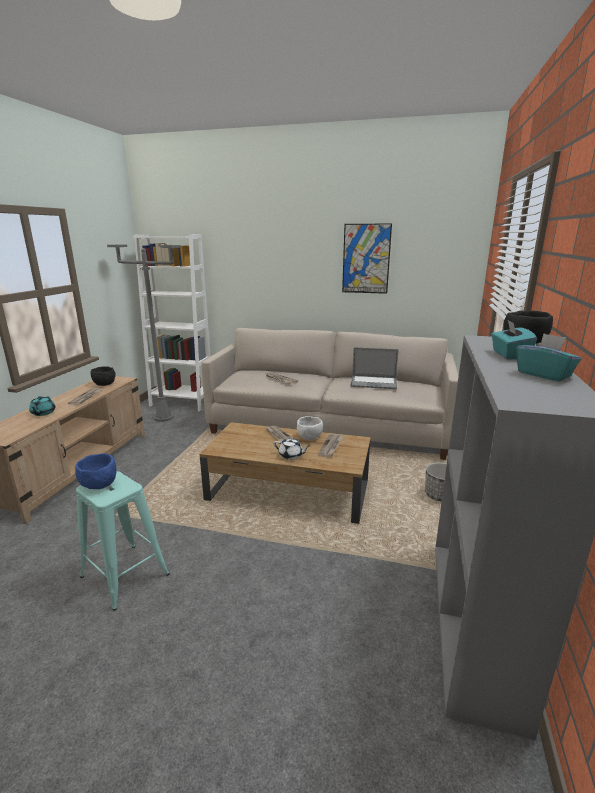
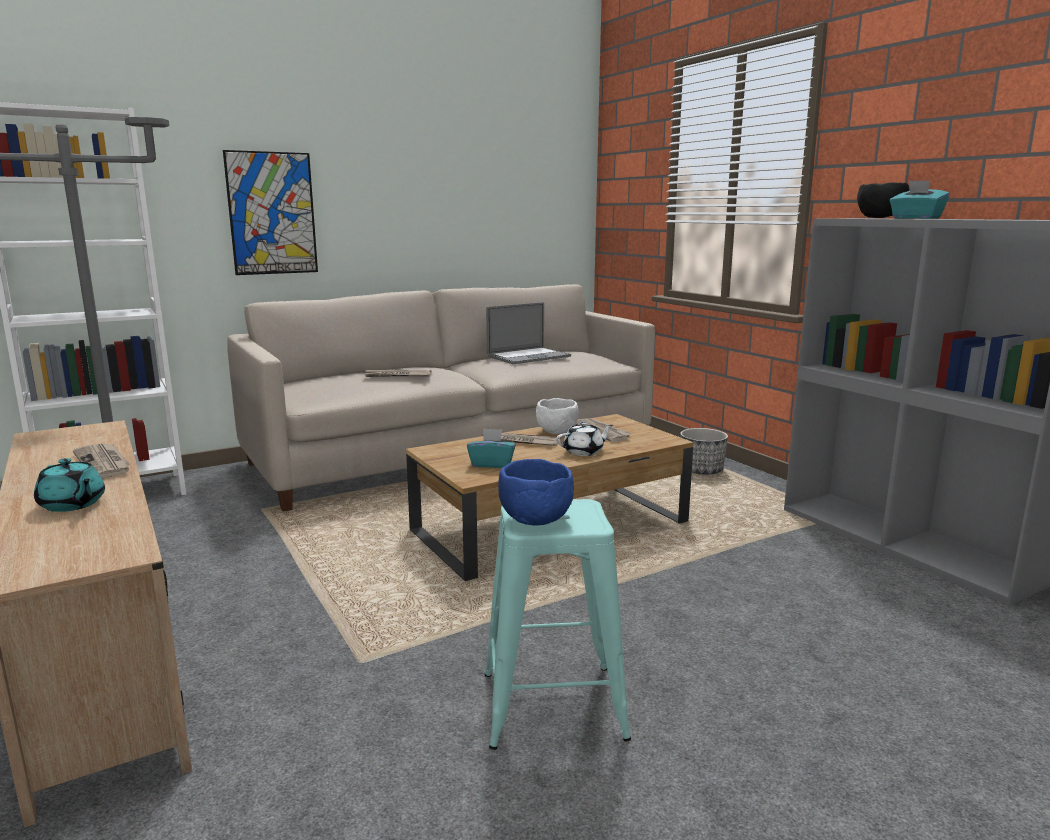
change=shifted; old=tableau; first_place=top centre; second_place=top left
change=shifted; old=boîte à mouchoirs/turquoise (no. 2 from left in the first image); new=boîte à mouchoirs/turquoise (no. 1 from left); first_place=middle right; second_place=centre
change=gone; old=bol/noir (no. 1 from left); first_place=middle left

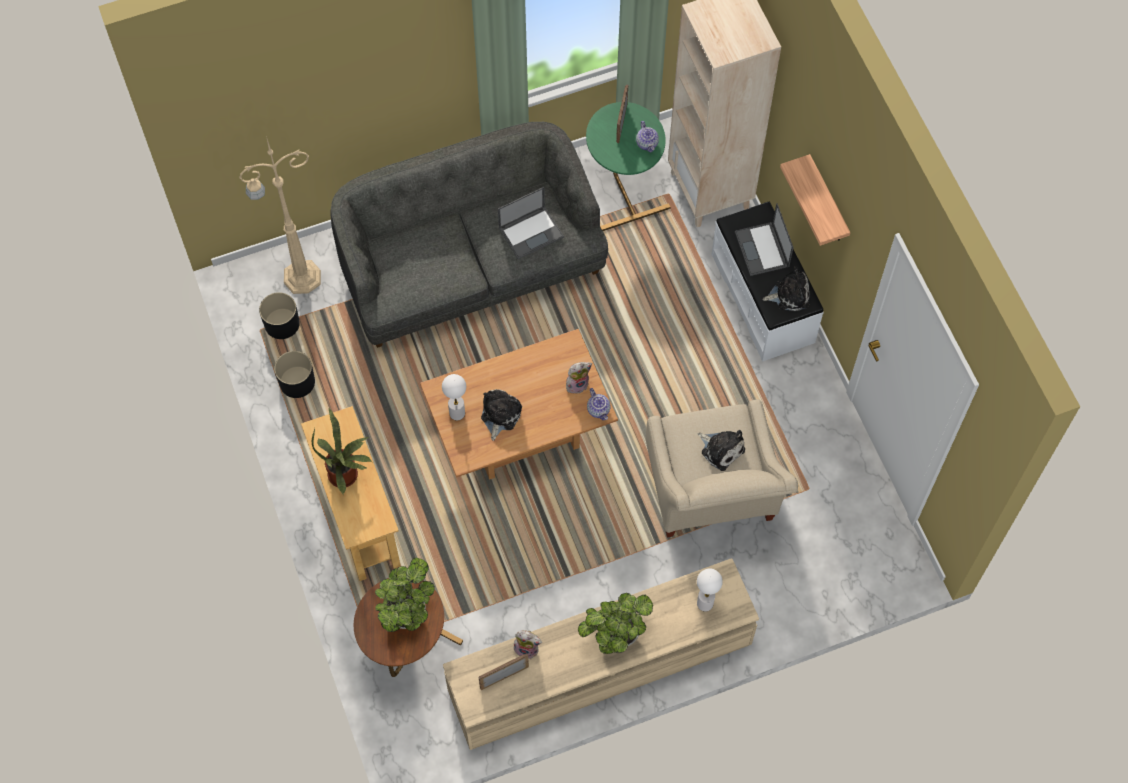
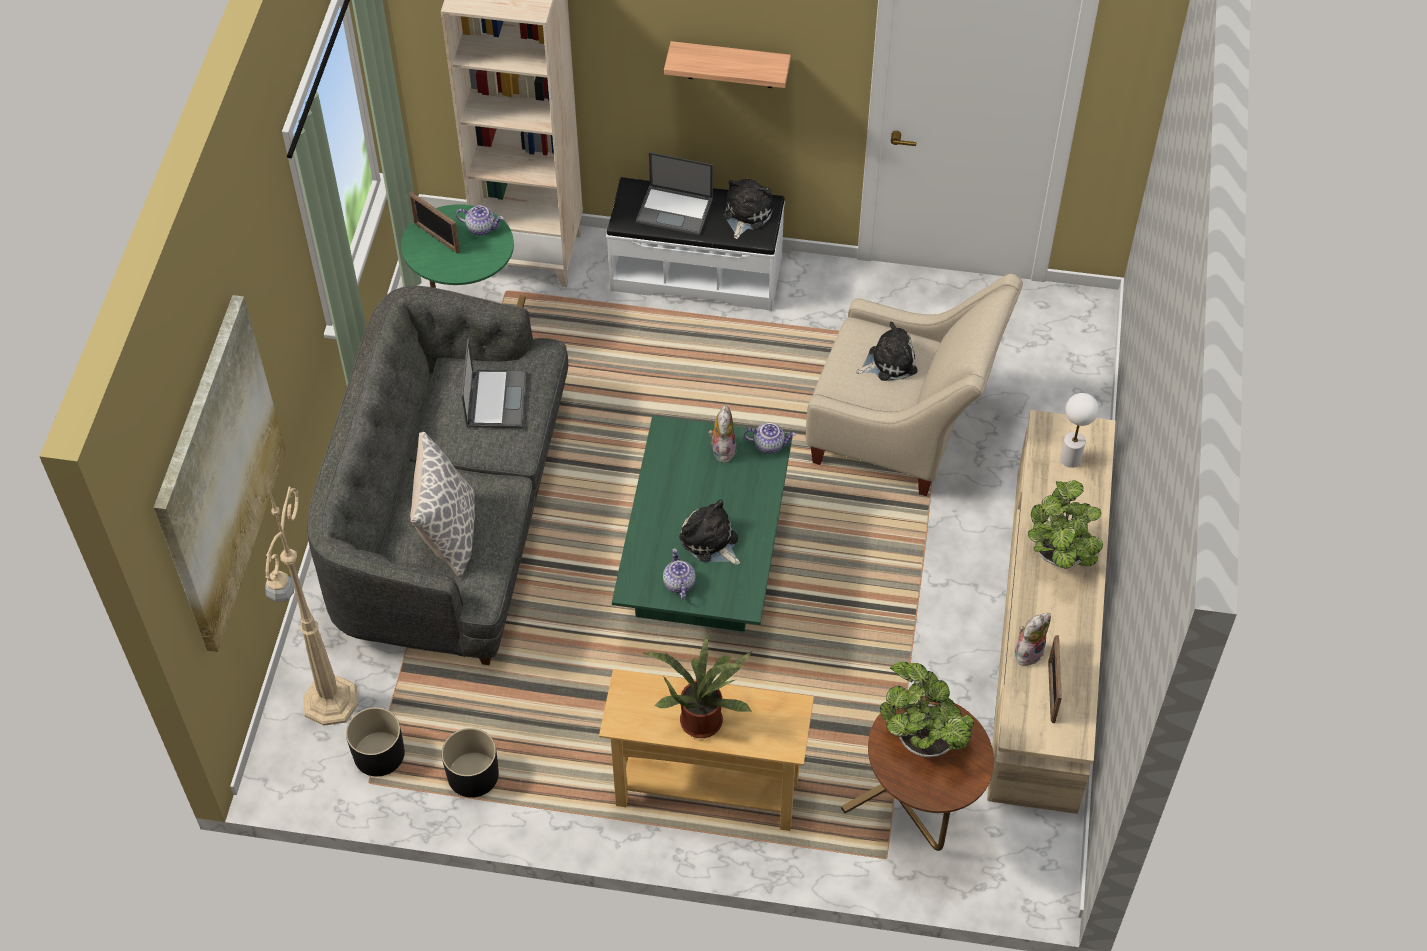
change=new; new=tableau; second_place=middle left
change=new; new=coussin; second_place=middle left
change=repainted; old=table basse/marron; new=table basse/vert; first_place=centre; second_place=centre
change=swapped; old=lampe de table/blanc (no. 1 from left); new=théière (no. 2 from left); first_place=centre; second_place=centre

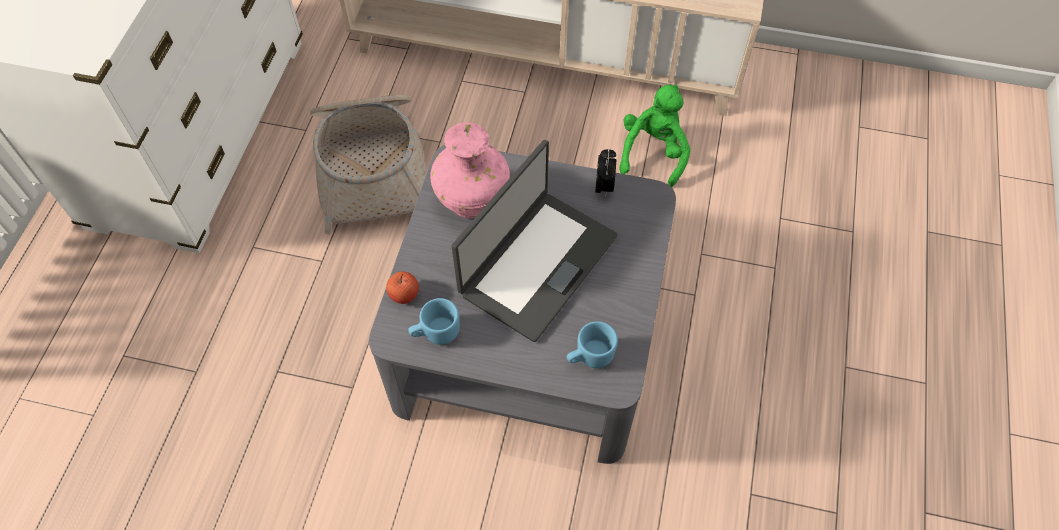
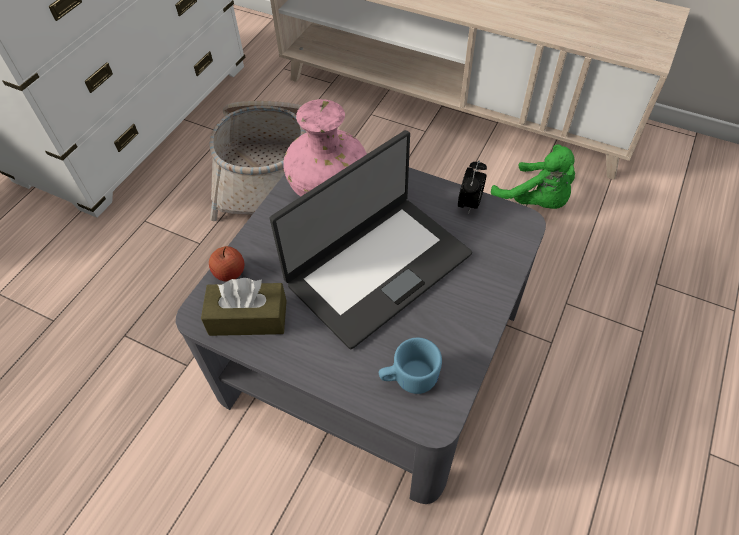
change=swapped; old=mug/bleu (no. 1 from left); new=boîte à mouchoirs/marron; first_place=centre; second_place=middle left
change=rotated; old=peluche/vert; first_place=top centre; second_place=top right; degrees=105

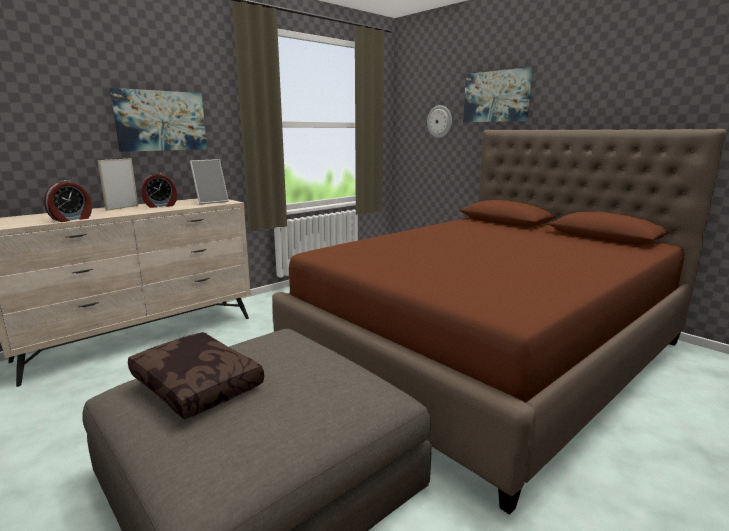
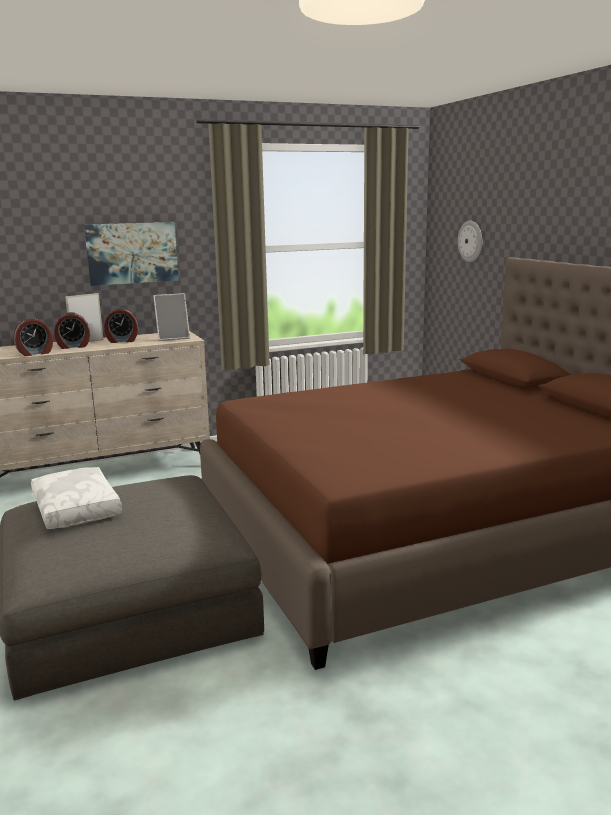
change=repainted; old=coussin/marron; new=coussin/blanc; first_place=bottom left; second_place=middle left
change=new; new=réveil (no. 2 from left); second_place=middle left
change=gone; old=tableau (no. 2 from left); first_place=top right

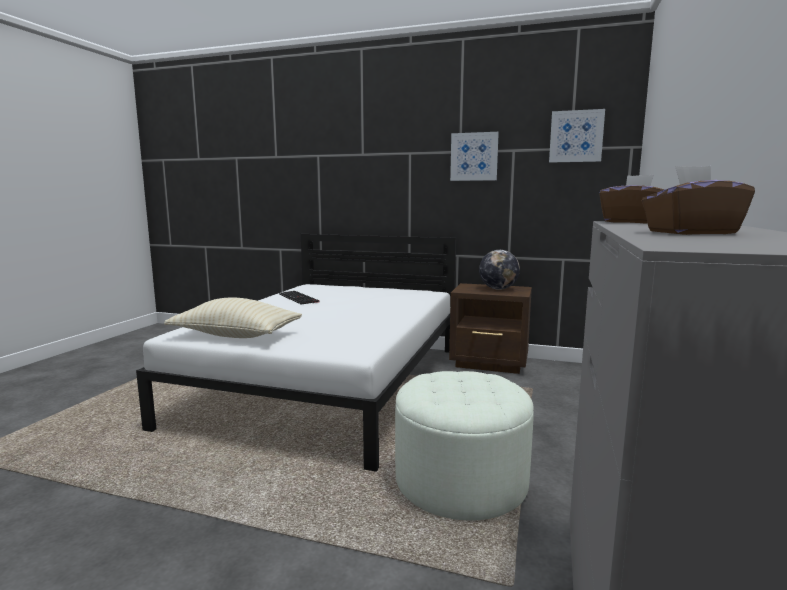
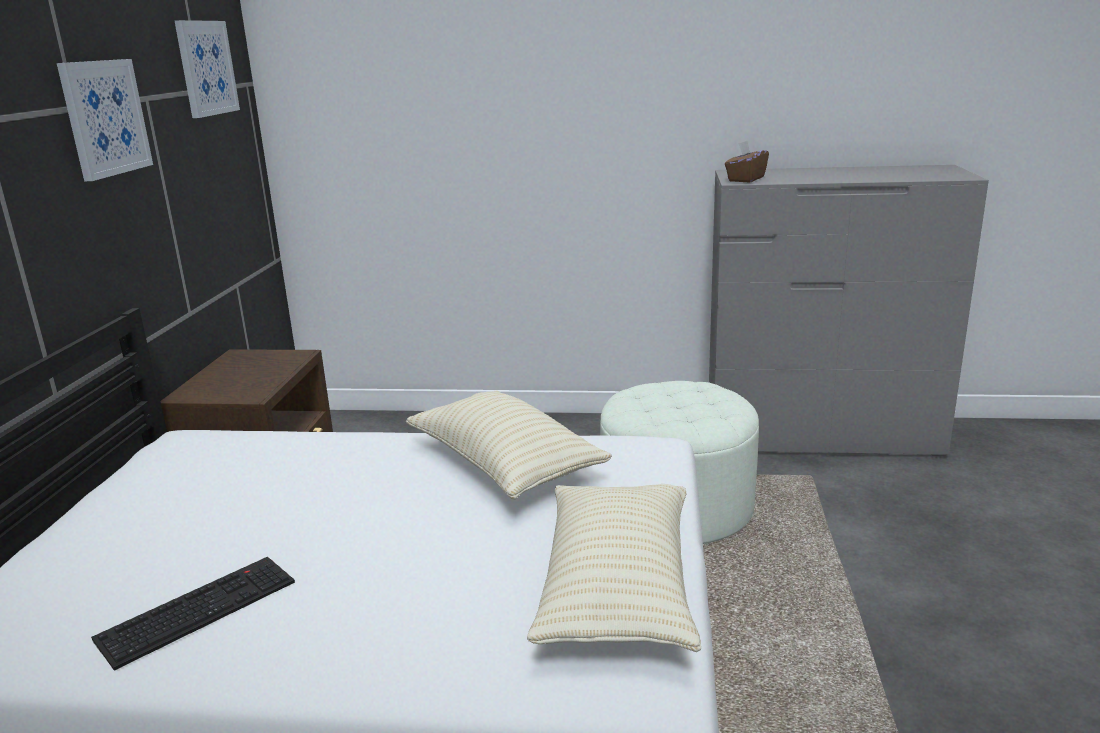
change=new; new=coussin/beige (no. 1 from left); second_place=centre
change=gone; old=globe; first_place=centre
change=gone; old=boîte à mouchoirs/marron (no. 2 from left); first_place=middle right

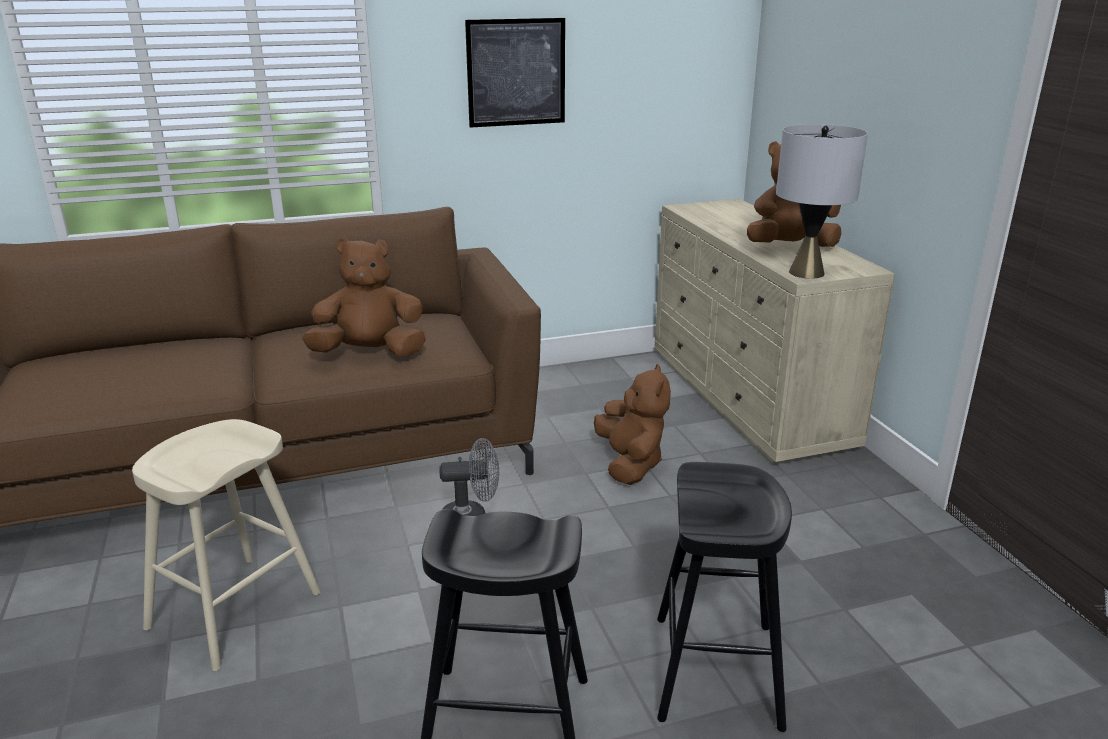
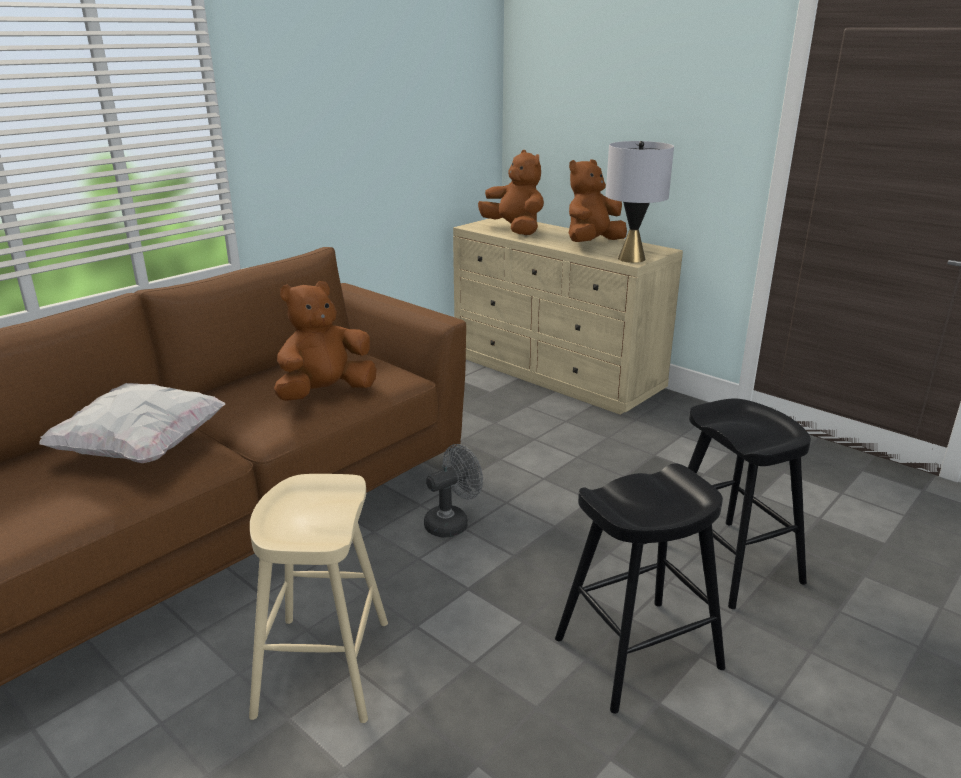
change=new; new=coussin/blanc; second_place=middle left
change=shifted; old=peluche/marron (no. 2 from left); first_place=centre; second_place=top centre
change=gone; old=tableau; first_place=top centre

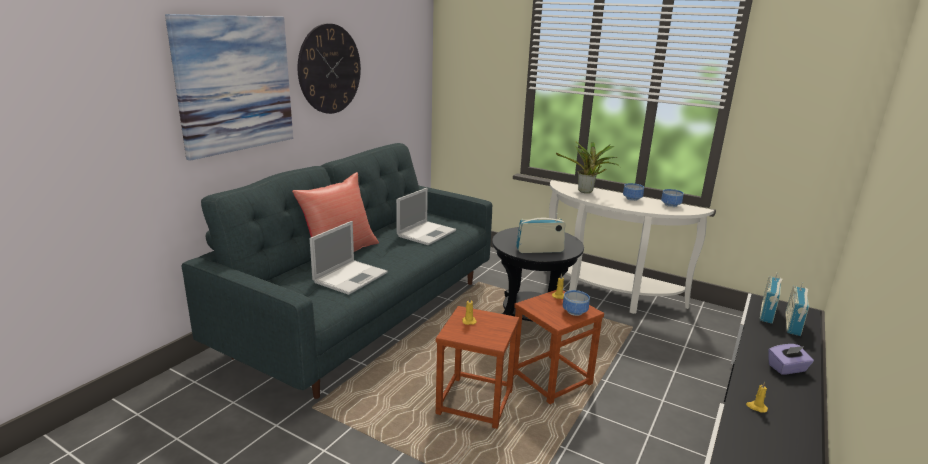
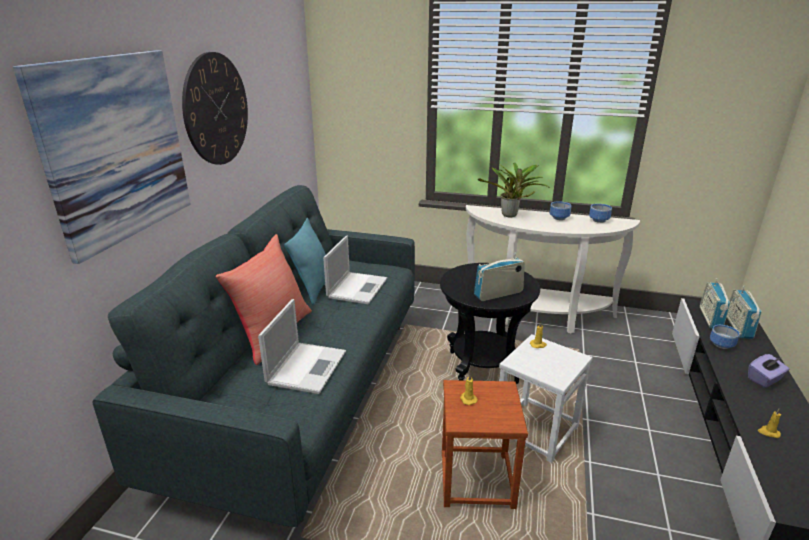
change=new; new=coussin/turquoise; second_place=centre
change=repainted; old=tabouret/marron (no. 2 from left); new=tabouret/blanc; first_place=bottom centre; second_place=bottom right
change=shifted; old=bol (no. 1 from left in the first image); new=bol (no. 3 from left); first_place=centre; second_place=middle right

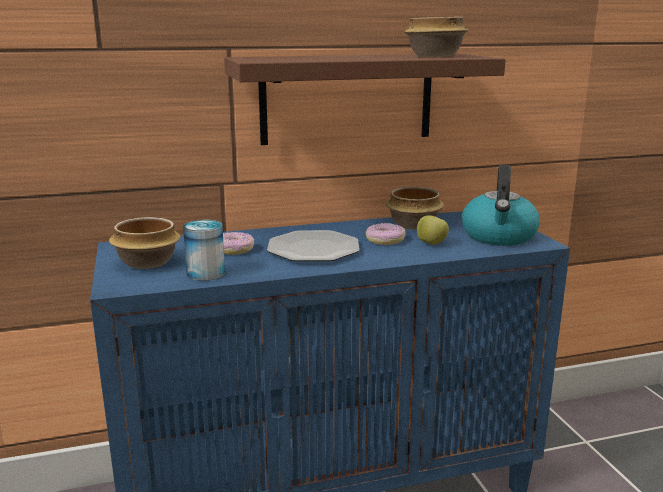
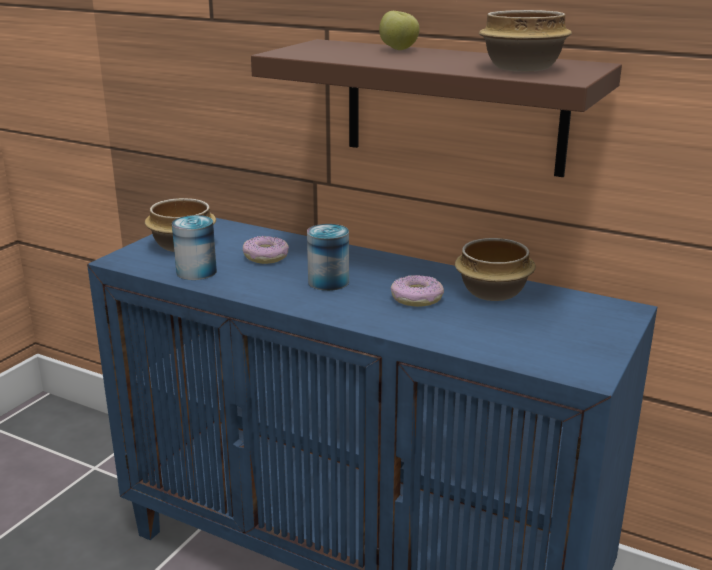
change=swapped; old=assiette; new=boîte métallique (no. 2 from left); first_place=centre; second_place=centre
change=shifted; old=pomme; first_place=centre; second_place=top centre
change=gone; old=bouilloire; first_place=middle right

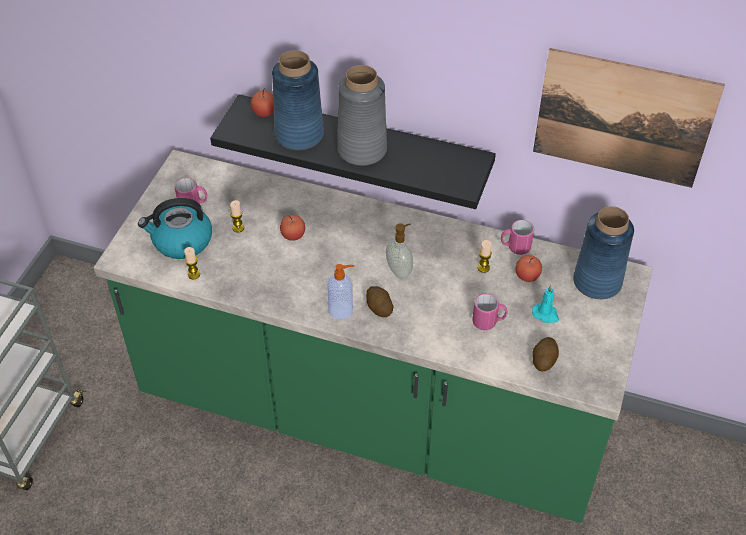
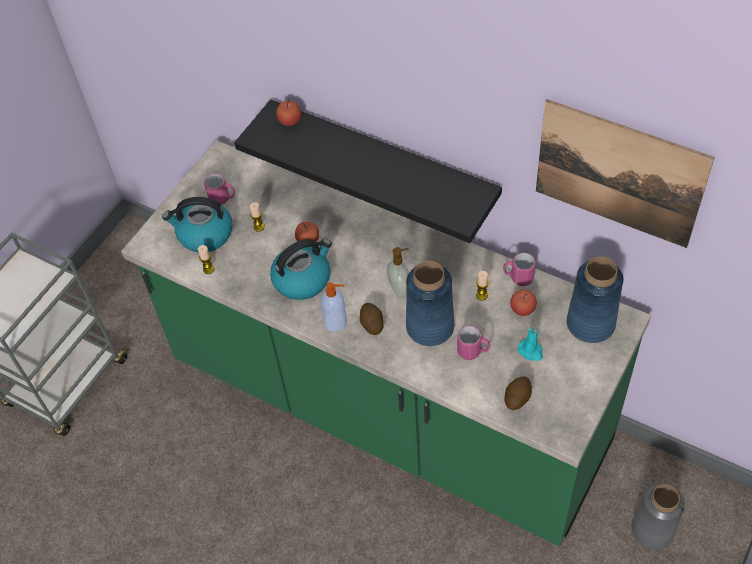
change=new; new=bouilloire (no. 2 from left); second_place=centre
change=shifted; old=vase/bleu (no. 1 from left); first_place=top centre; second_place=centre
change=shifted; old=vase/gris; first_place=top centre; second_place=bottom right

